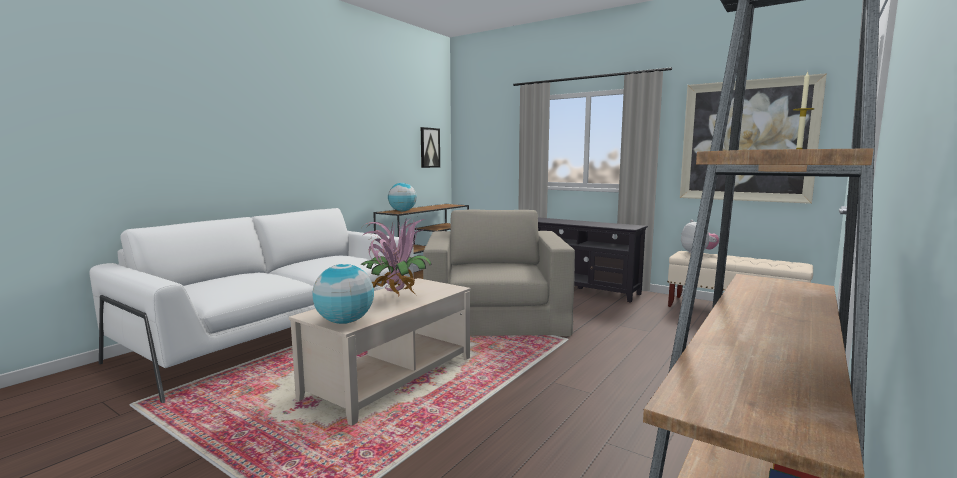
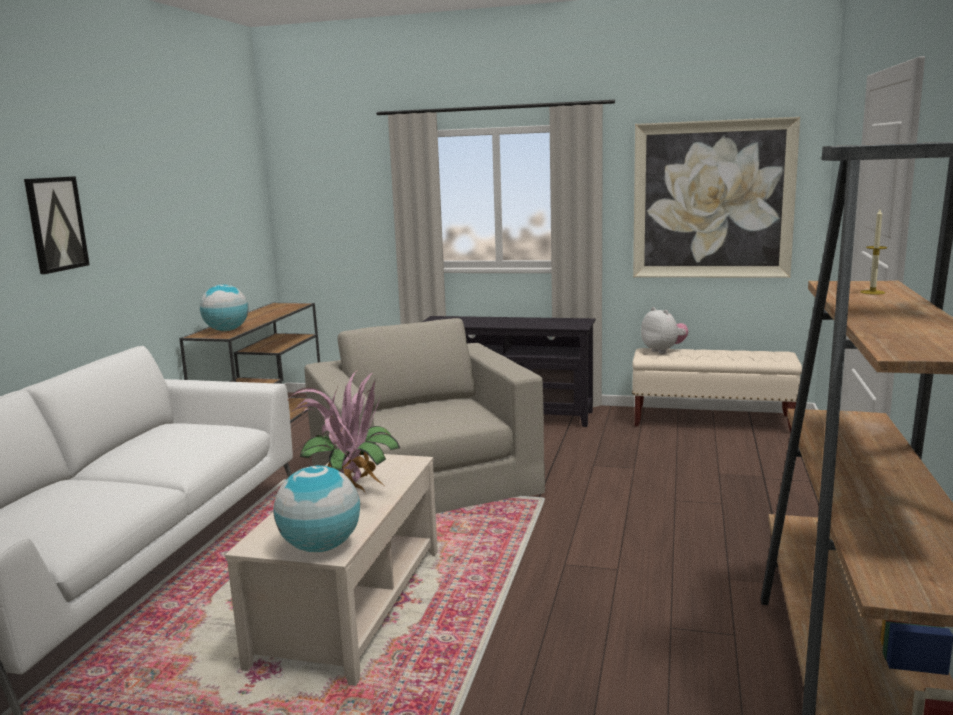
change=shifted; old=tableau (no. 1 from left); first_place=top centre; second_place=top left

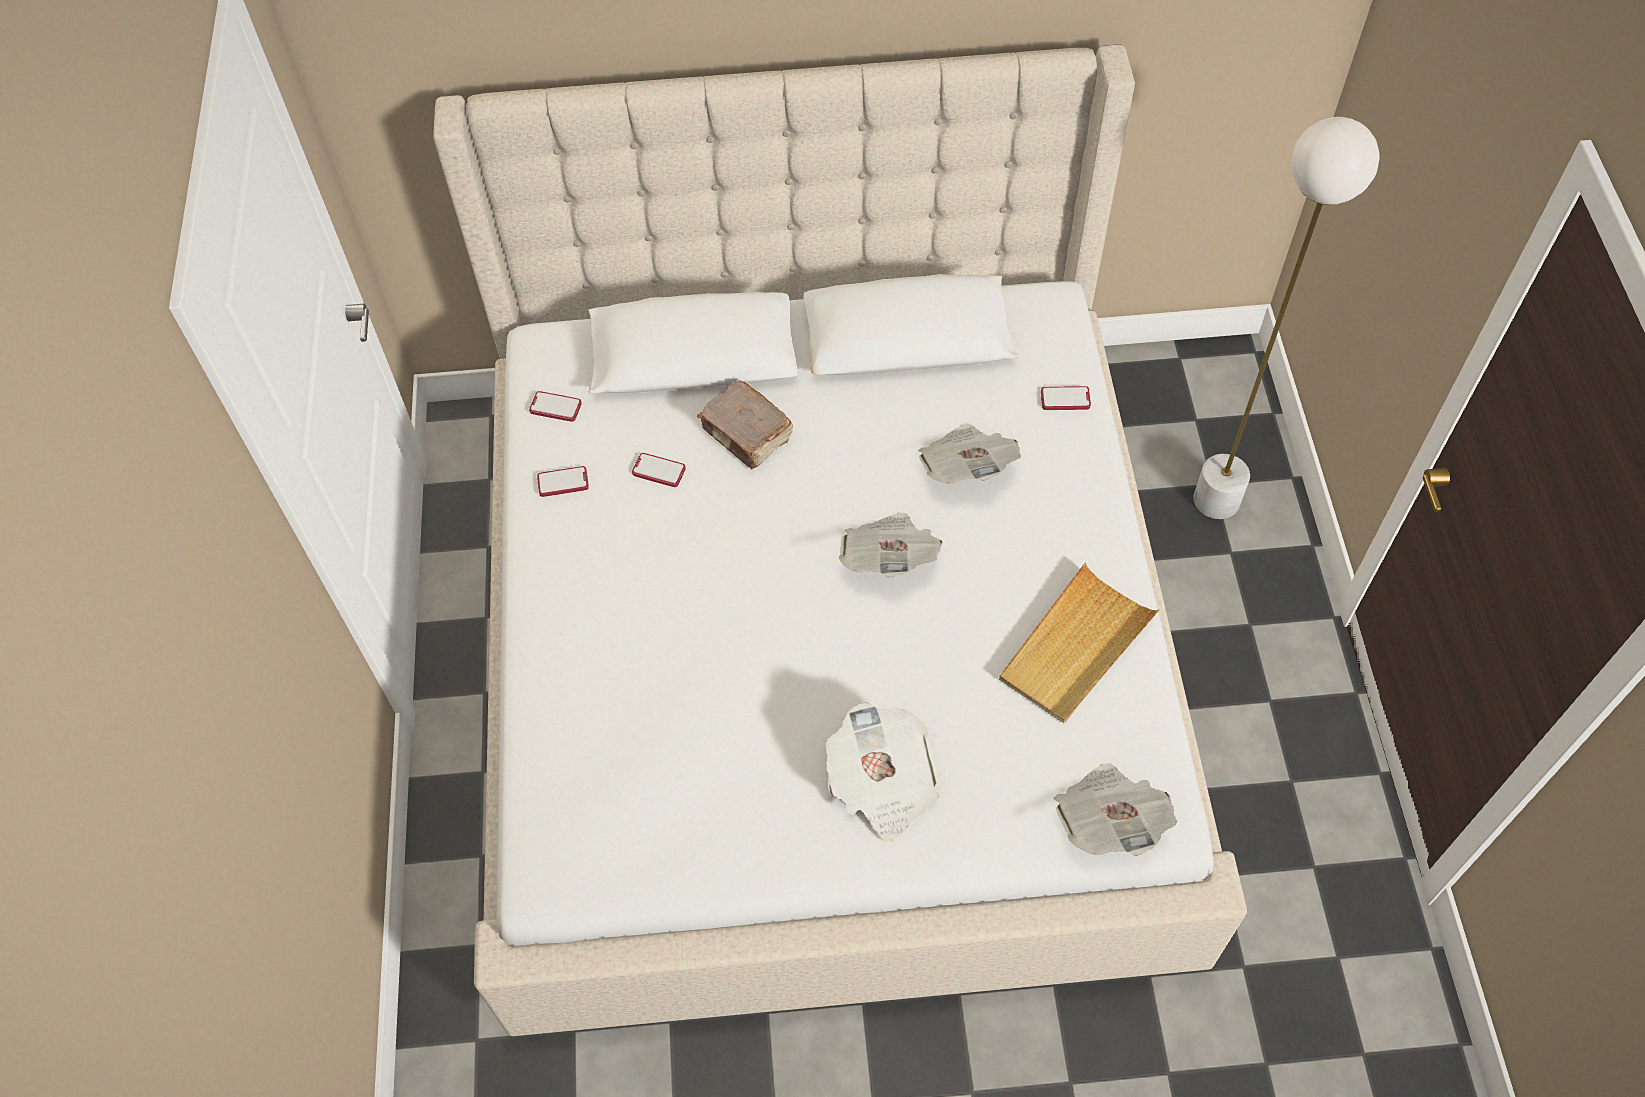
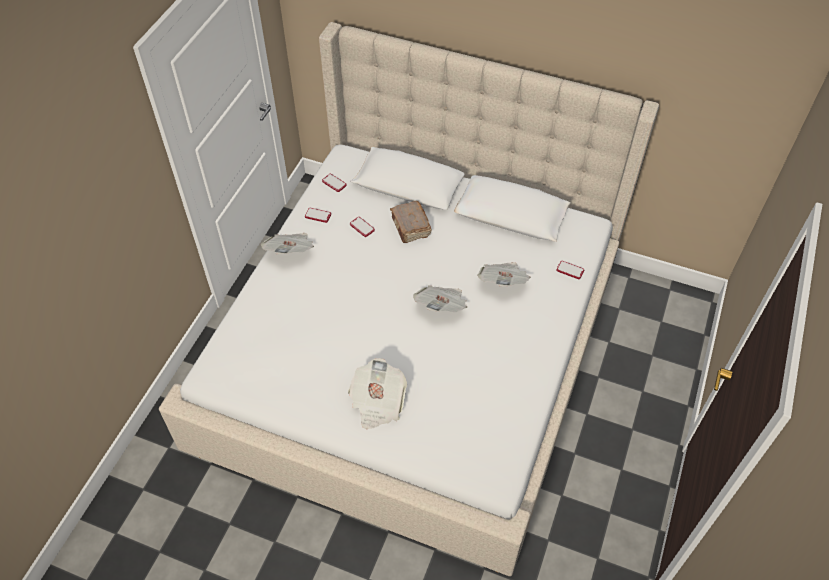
change=shifted; old=journal (no. 4 from left in the first image); new=journal (no. 1 from left); first_place=bottom right; second_place=centre
change=gone; old=plateau/beige; first_place=centre
change=gone; old=lampadaire/blanc; first_place=top right

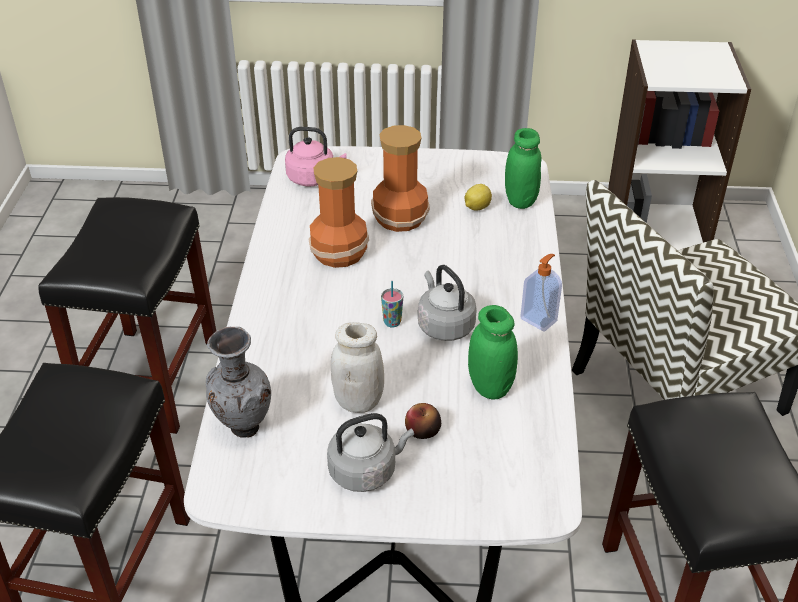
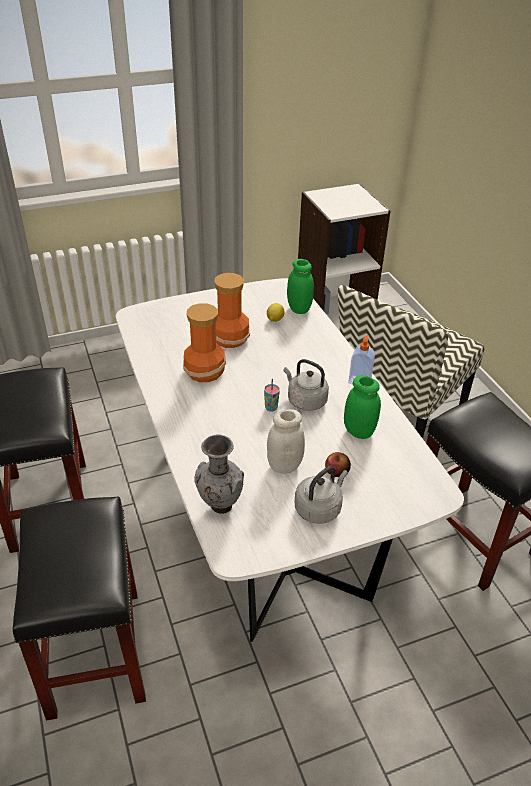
change=gone; old=bouilloire/rose; first_place=top centre

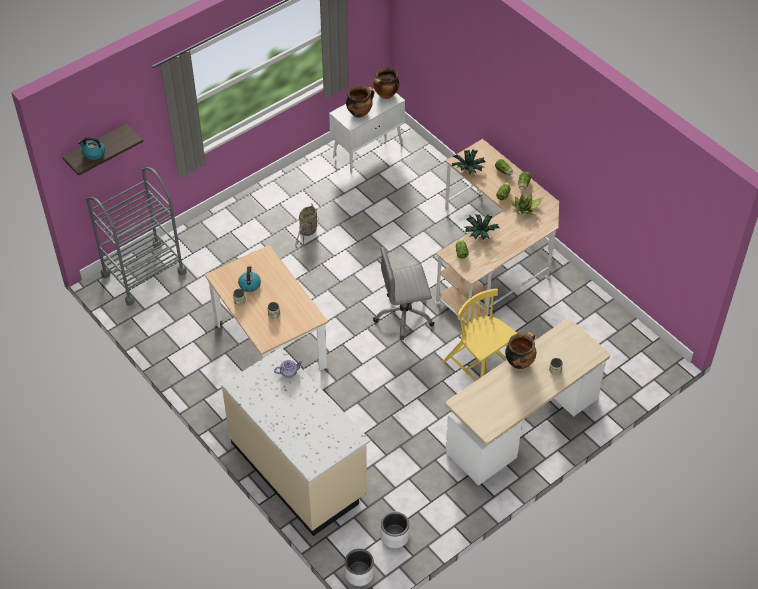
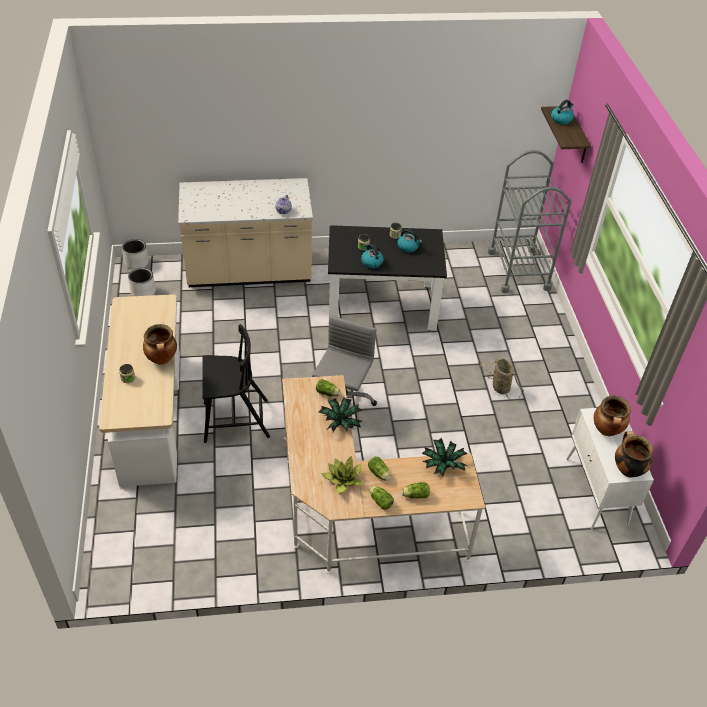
change=repainted; old=chaise/jaune; new=chaise/noir; first_place=centre; second_place=centre
change=repainted; old=table à manger/beige; new=table à manger/noir; first_place=centre; second_place=centre
change=new; new=bouilloire (no. 1 from left); second_place=centre

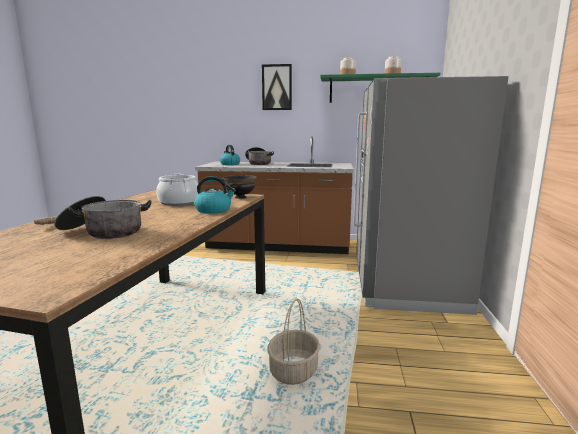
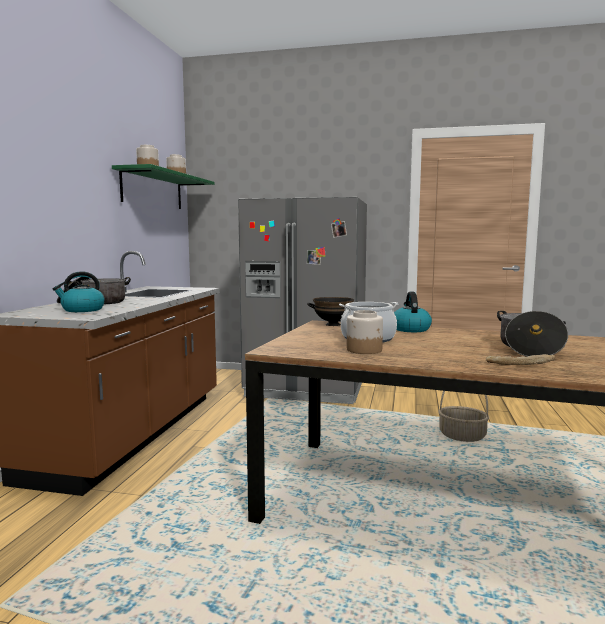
change=new; new=bocal (no. 3 from left); second_place=centre
change=gone; old=tableau; first_place=top centre

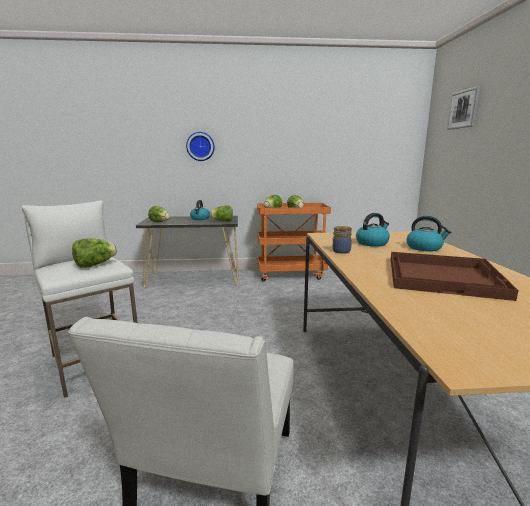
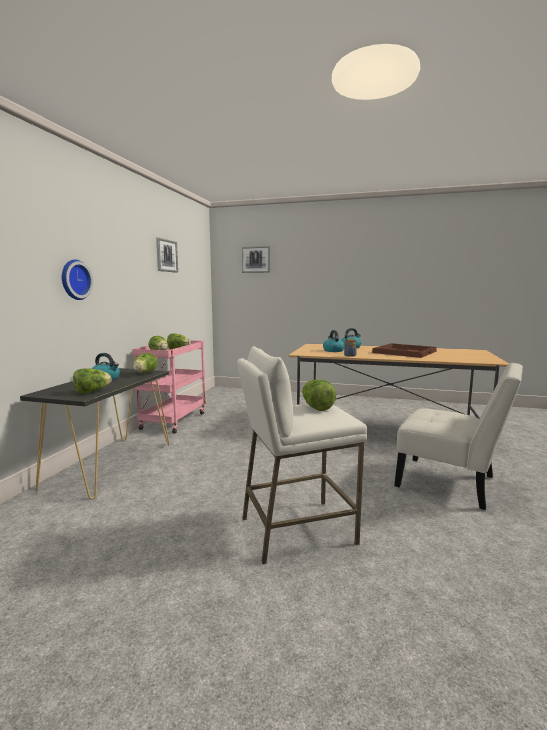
change=repainted; old=chariot/orange; new=chariot/rose; first_place=centre; second_place=middle left
change=new; new=tableau (no. 1 from left); second_place=middle left

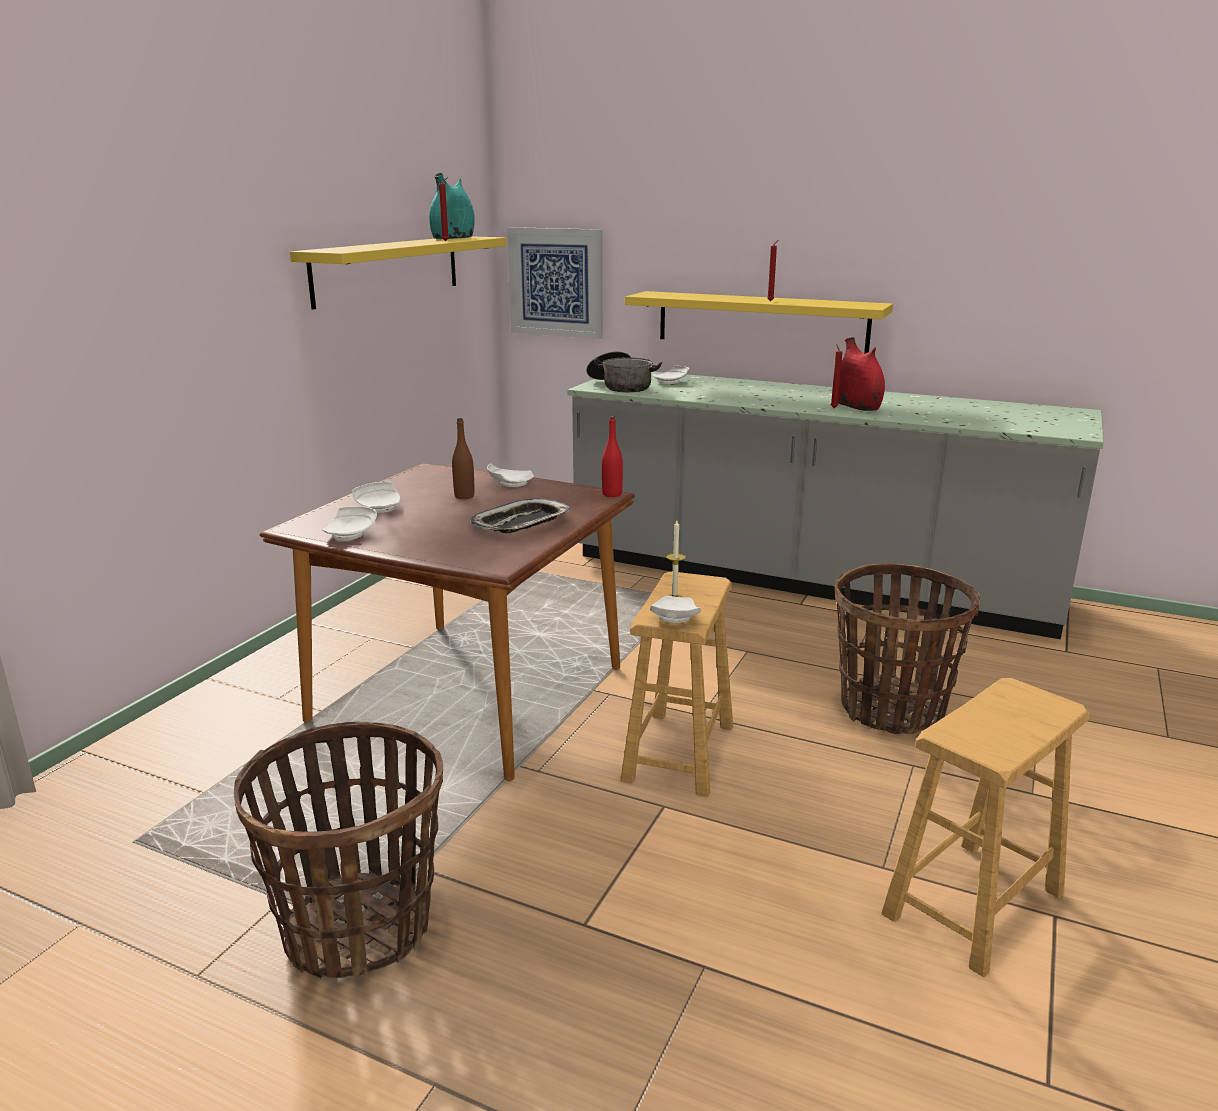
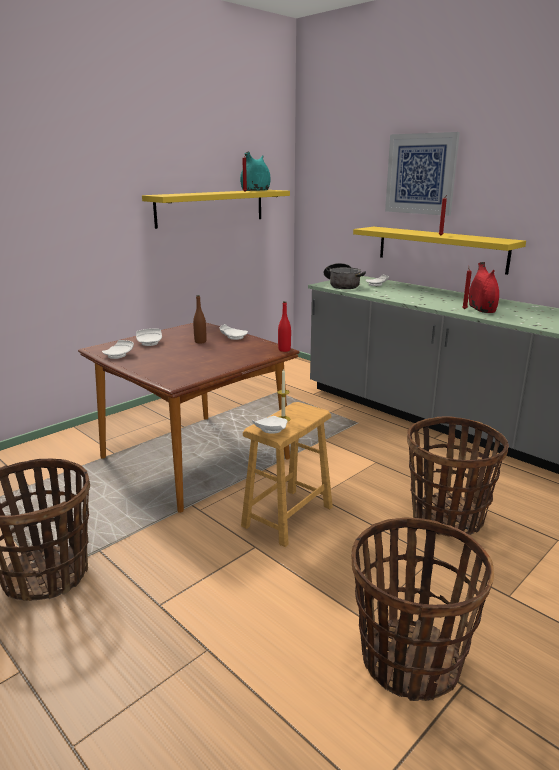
change=swapped; old=tabouret/marron (no. 2 from left); new=panier (no. 2 from left); first_place=bottom right; second_place=bottom right
change=shifted; old=tableau; first_place=top centre; second_place=top right
change=gone; old=plateau; first_place=centre

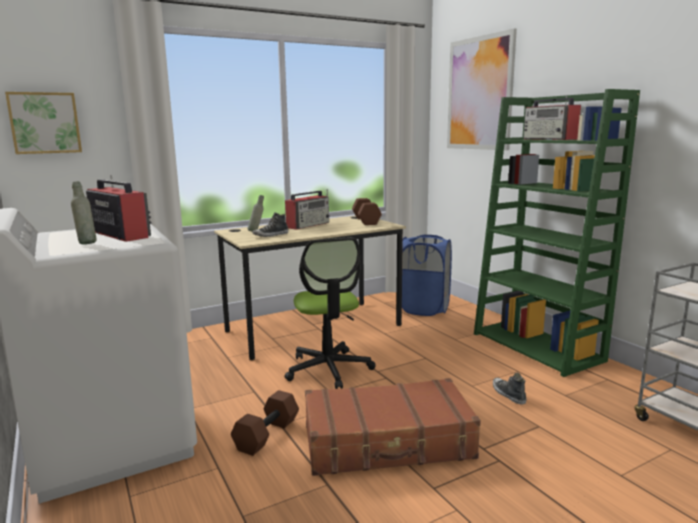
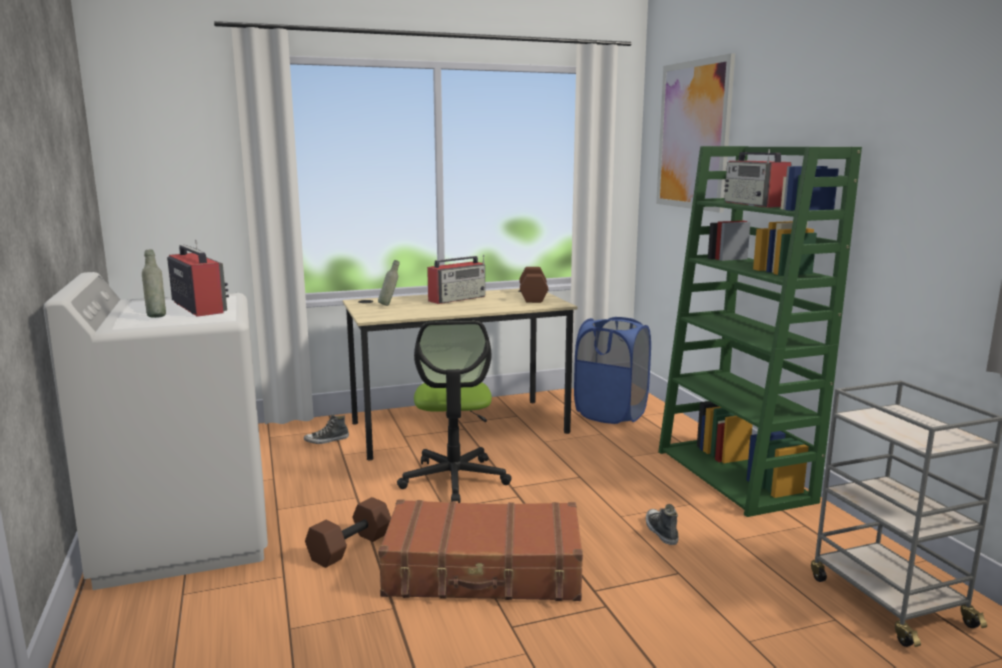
change=shifted; old=chaussure (no. 1 from left); first_place=centre; second_place=middle left
change=gone; old=tableau (no. 1 from left); first_place=top left

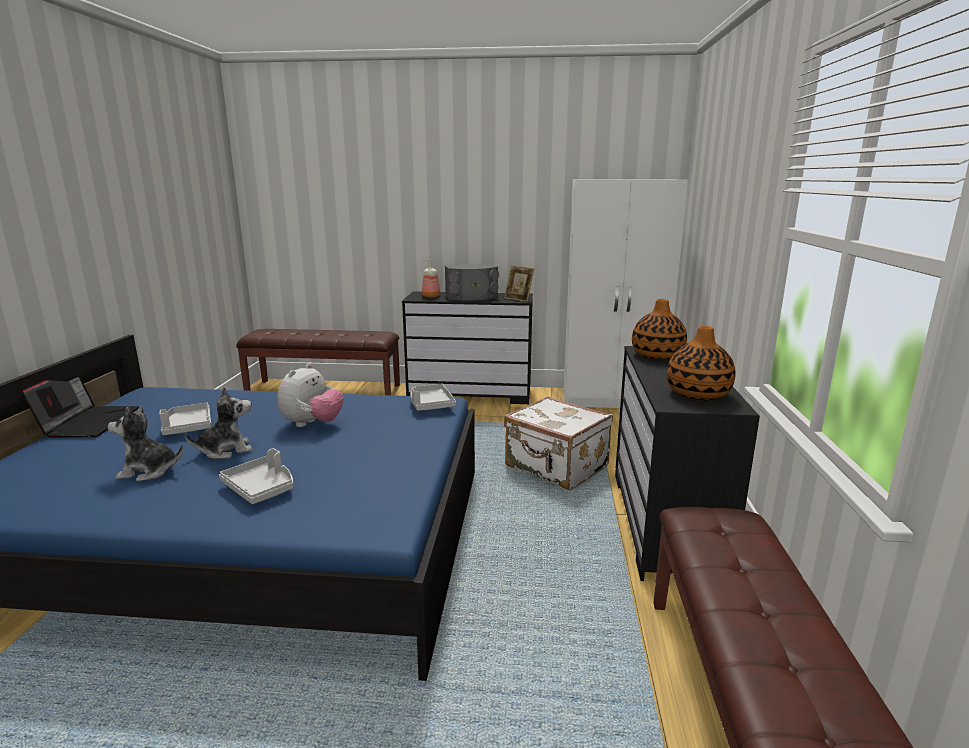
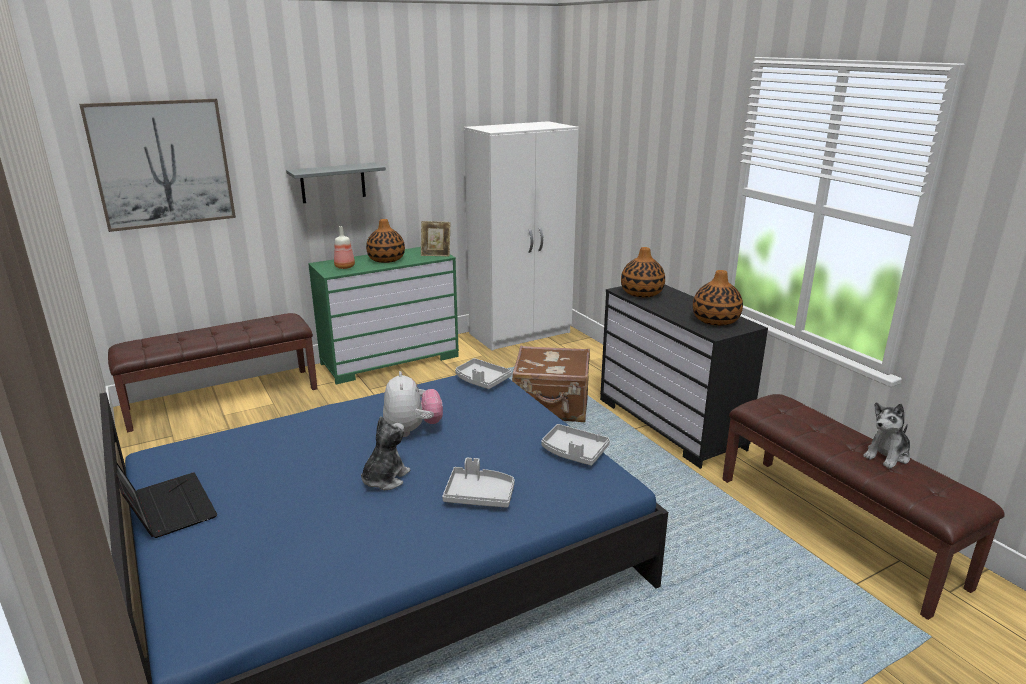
change=new; new=tableau; second_place=top left
change=new; new=étagère/gris; second_place=top left
change=repainted; old=commode/noir (no. 1 from left); new=commode/vert; first_place=centre; second_place=centre
change=swapped; old=enceinte/gris; new=vase (no. 1 from left); first_place=centre; second_place=centre
change=repainted; old=valise/blanc; new=valise/marron; first_place=centre; second_place=centre
change=shifted; old=plateau/gris (no. 1 from left in the first image); new=plateau/gris (no. 3 from left); first_place=middle left; second_place=centre
change=shifted; old=peluche (no. 1 from left in the first image); new=peluche (no. 3 from left); first_place=middle left; second_place=middle right

